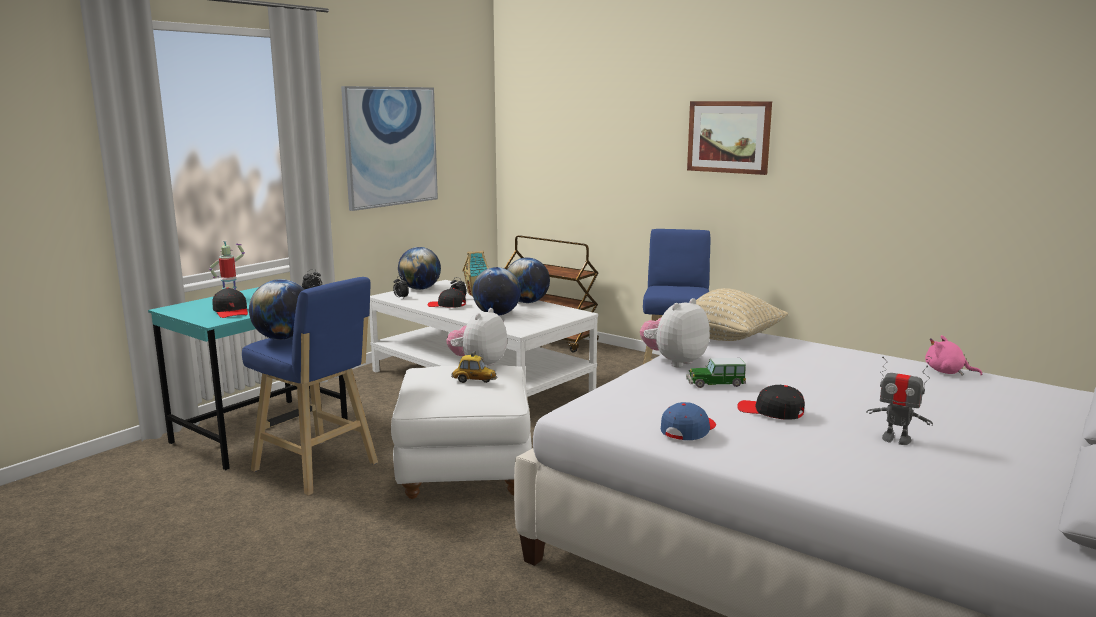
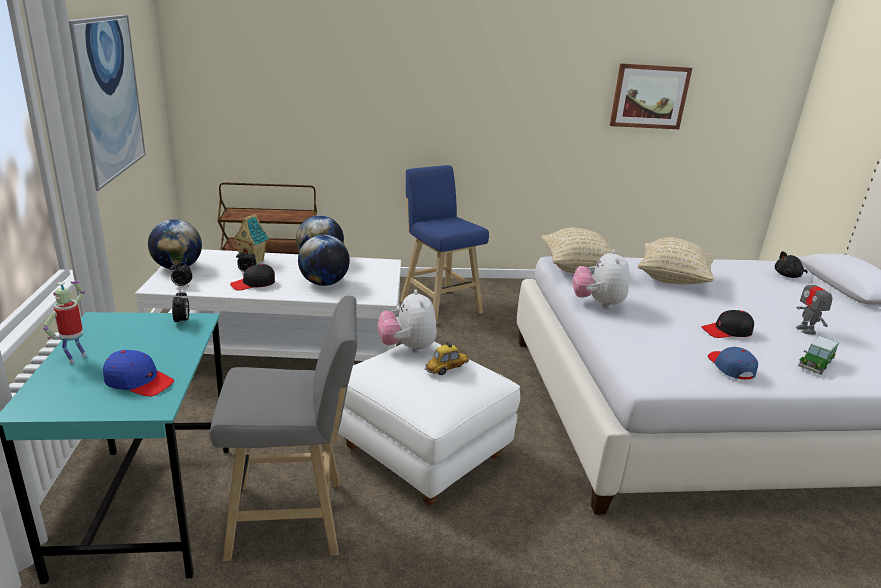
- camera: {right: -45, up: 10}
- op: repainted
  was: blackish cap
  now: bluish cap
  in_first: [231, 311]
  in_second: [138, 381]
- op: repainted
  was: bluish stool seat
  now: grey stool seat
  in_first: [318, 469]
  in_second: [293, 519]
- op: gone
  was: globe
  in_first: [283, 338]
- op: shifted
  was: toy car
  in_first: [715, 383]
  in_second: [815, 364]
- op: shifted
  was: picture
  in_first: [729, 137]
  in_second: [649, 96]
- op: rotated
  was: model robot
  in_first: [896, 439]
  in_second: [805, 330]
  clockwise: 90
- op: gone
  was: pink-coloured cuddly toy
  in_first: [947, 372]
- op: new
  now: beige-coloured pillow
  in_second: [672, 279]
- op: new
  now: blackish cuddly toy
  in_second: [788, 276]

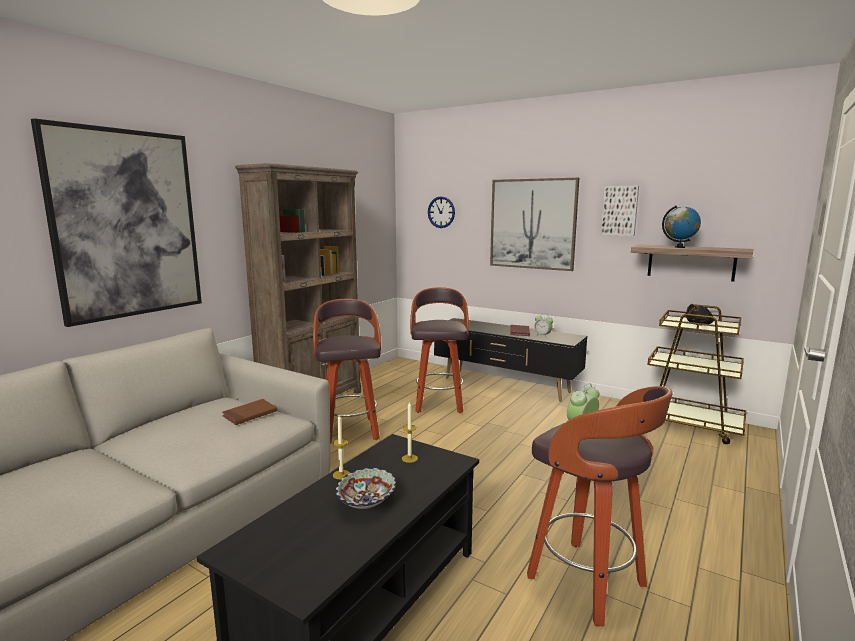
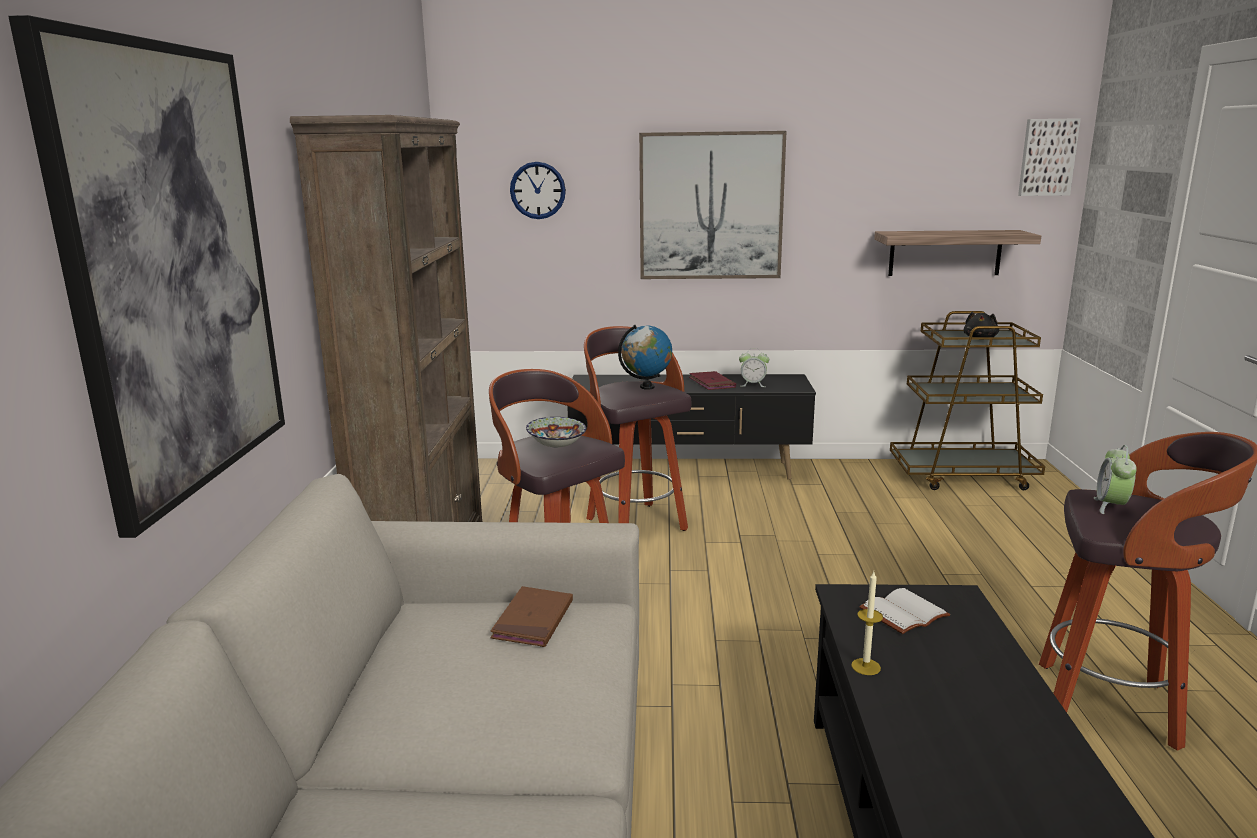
- camera: {right: -30, up: 5}
- op: shifted
  was: deep dish
  in_first: [366, 503]
  in_second: [556, 446]
- op: swapped
  was: candle
  now: white-coloured bound book
  in_first: [409, 458]
  in_second: [903, 612]
- op: shifted
  was: picture
  in_first: [620, 210]
  in_second: [1047, 157]
- op: shifted
  was: globe
  in_first: [679, 247]
  in_second: [647, 387]

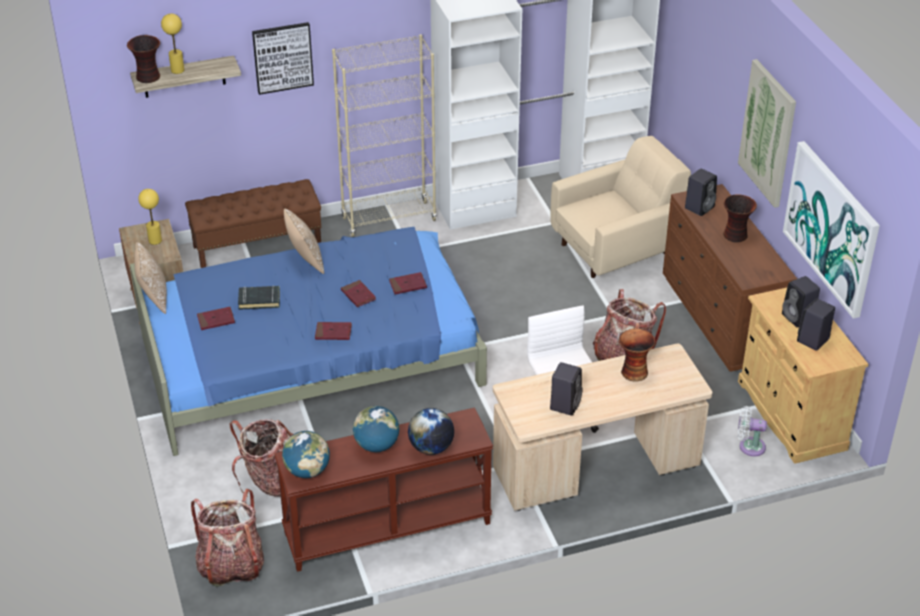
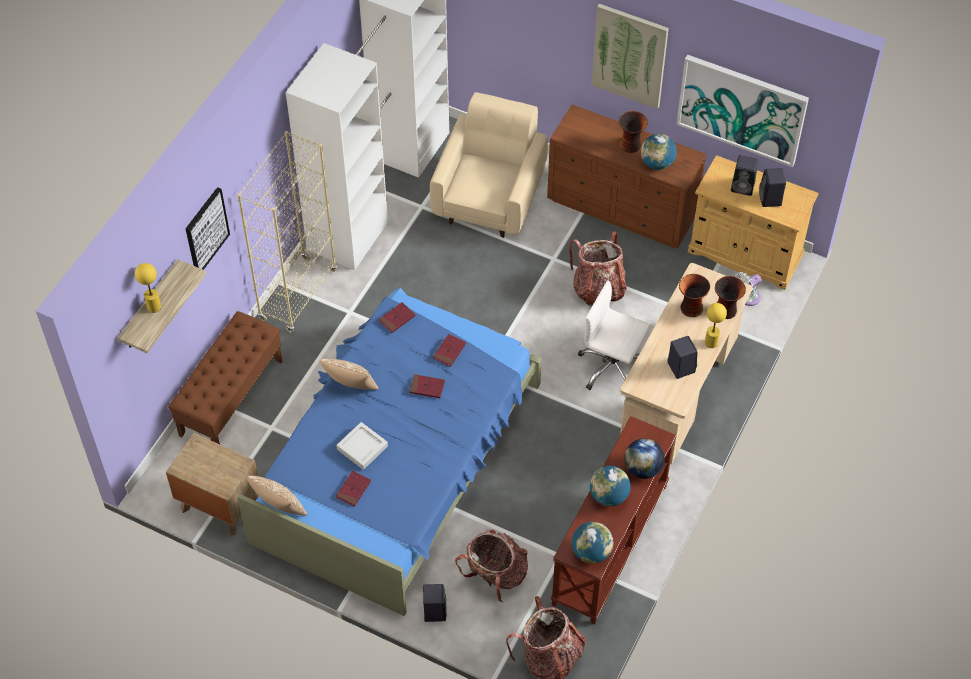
- camera: {right: -45, up: 15}
- op: shifted
  was: flower vase
  in_first: [148, 77]
  in_second: [726, 310]
- op: shifted
  was: yellow tabletop lamp
  in_first: [155, 241]
  in_second: [711, 343]
- op: swapped
  was: blackish bound book
  now: grey serving tray
  in_first: [259, 300]
  in_second: [362, 448]
- op: shifted
  was: reddish bound book
  in_first: [333, 333]
  in_second: [397, 318]
- op: shifted
  was: blackish speaker
  in_first: [699, 207]
  in_second: [434, 610]
- op: new
  now: globe
  in_second: [657, 163]

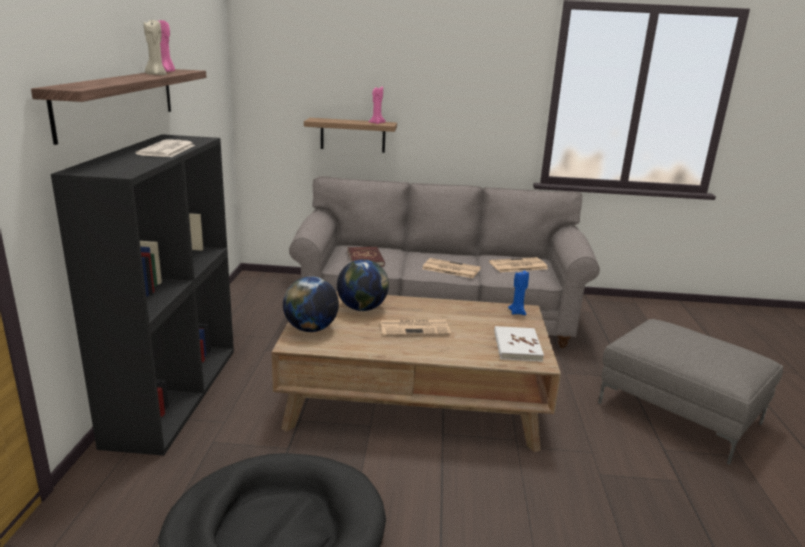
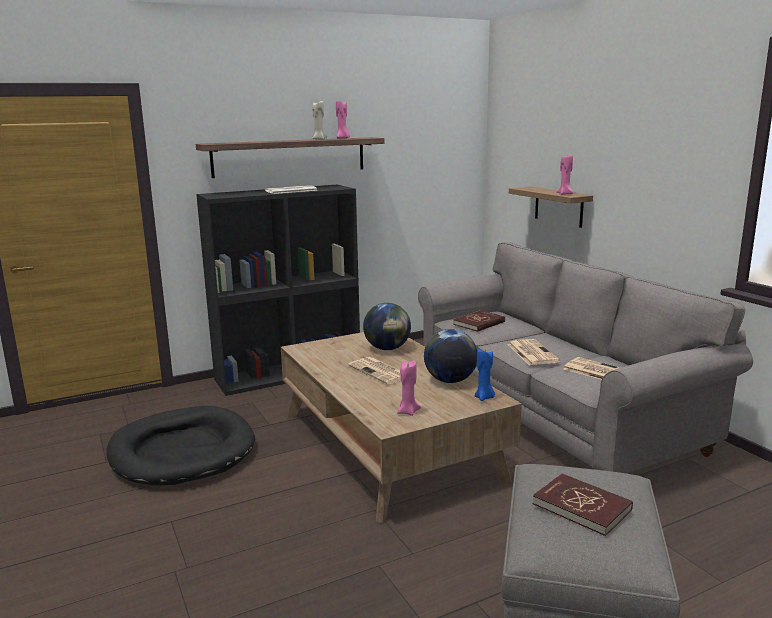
- camera: {right: 60, up: -5}
- op: shifted
  was: globe
  in_first: [311, 329]
  in_second: [450, 381]
- op: swapped
  was: white-coloured bound book
  now: pink-coloured candle
  in_first: [517, 346]
  in_second: [408, 412]
- op: new
  now: reddish bound book
  in_second: [582, 507]

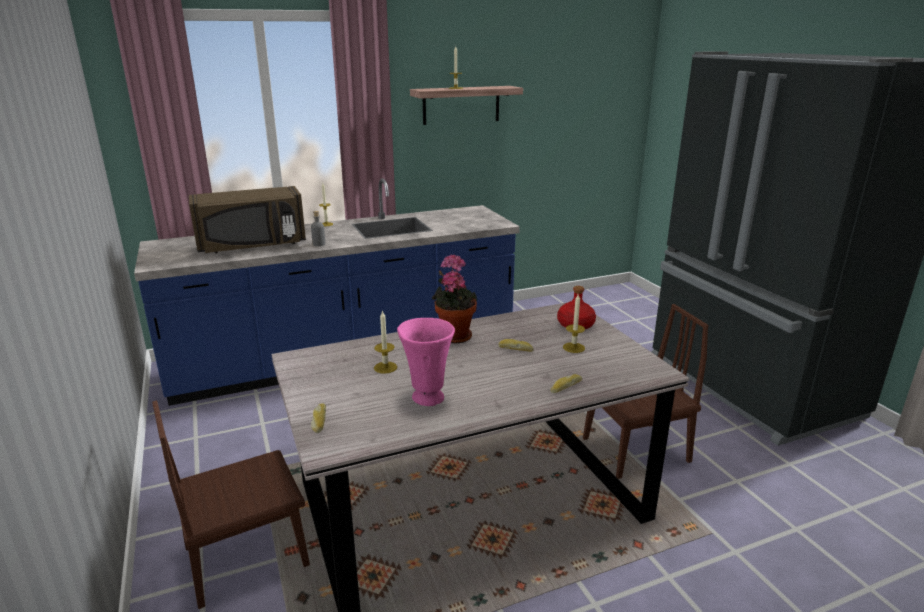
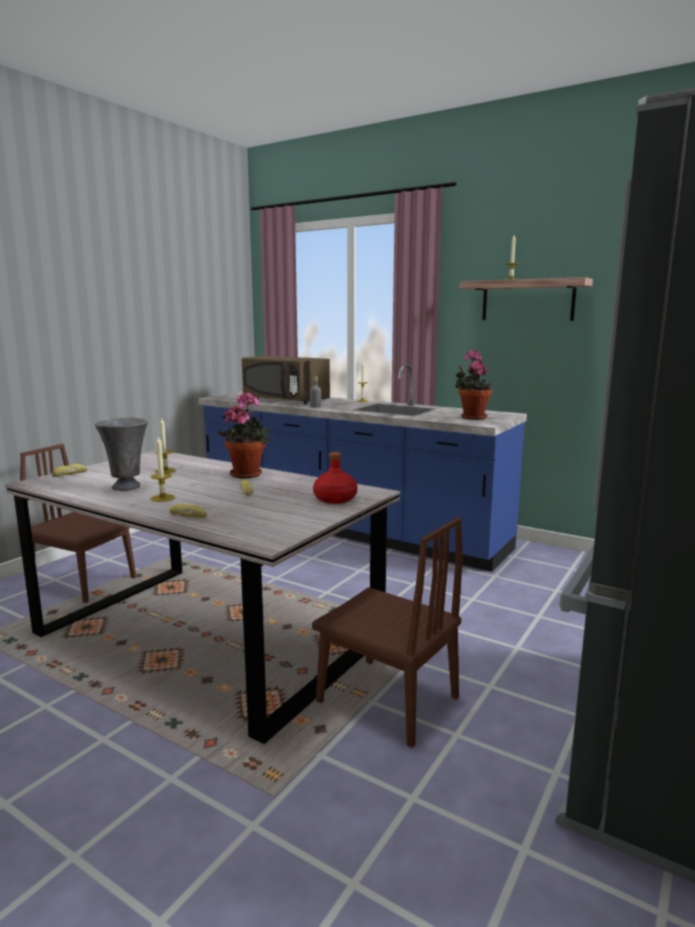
- camera: {right: 55, up: -10}
- op: repainted
  was: pink-coloured flower vase
  now: grey flower vase
  in_first: [427, 397]
  in_second: [127, 487]
- op: shifted
  was: candle
  in_first: [573, 347]
  in_second: [162, 498]
- op: new
  now: plant in a pot
  in_second: [471, 417]

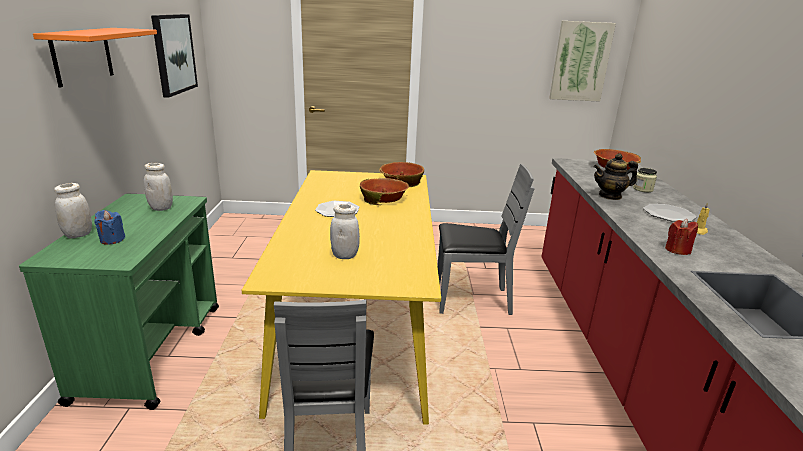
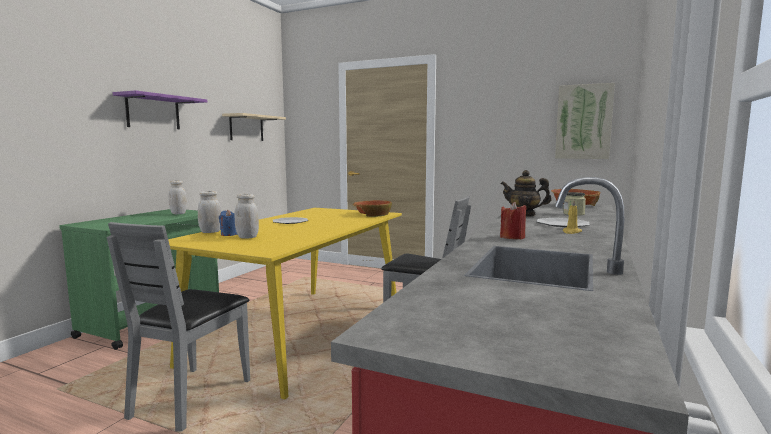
- camera: {right: 25, up: -15}
- op: repainted
  was: orangey shelf
  now: purplish shelf
  in_first: [82, 55]
  in_second: [153, 112]
- op: shifted
  was: white-coloured storage jar
  in_first: [78, 234]
  in_second: [210, 232]
- op: shifted
  was: bluish candle
  in_first: [112, 239]
  in_second: [229, 234]
- op: swapped
  was: picture
  now: beige-coloured shelf
  in_first: [173, 54]
  in_second: [246, 128]
- op: gone
  was: deep dish
  in_first: [384, 199]

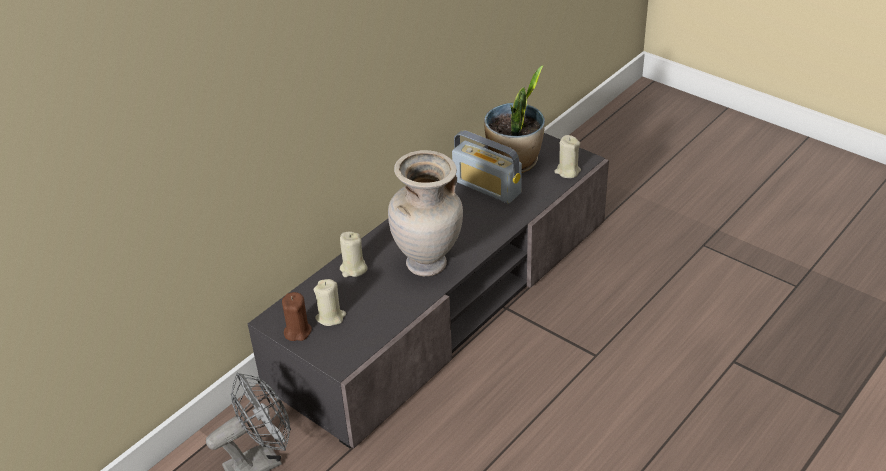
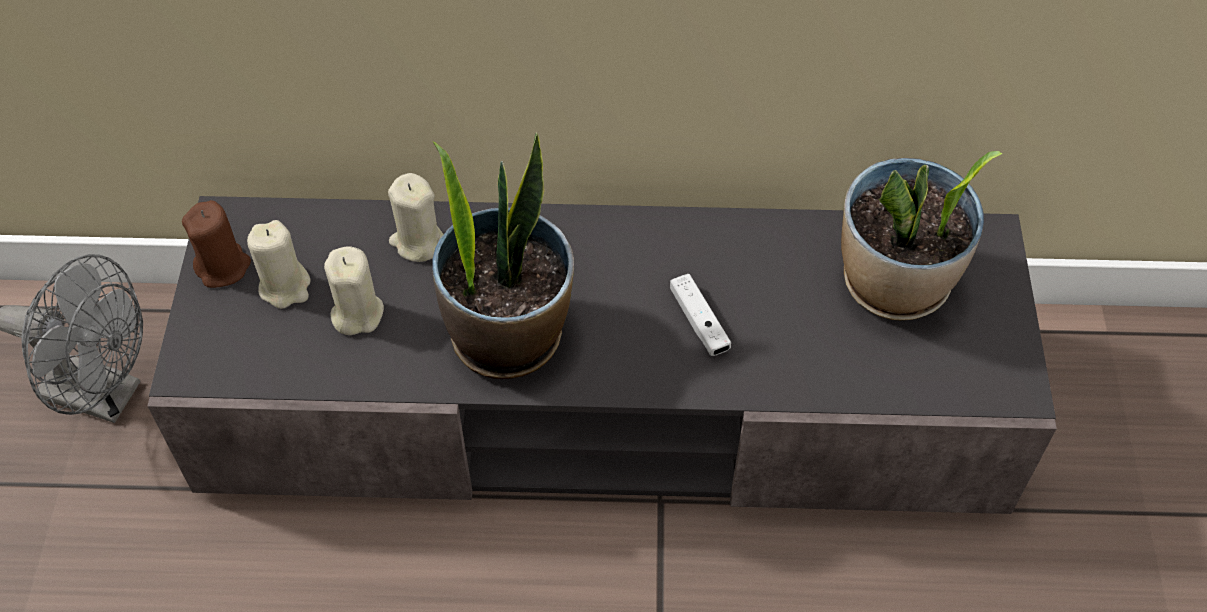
- camera: {right: 50, up: 15}
- op: swapped
  was: beige-coloured flower vase
  now: plant in a pot
  in_first: [428, 265]
  in_second: [508, 334]
- op: gone
  was: radio
  in_first: [487, 187]
- op: shifted
  was: beige-coloured candle
  in_first: [567, 171]
  in_second: [357, 313]
- op: new
  now: white-coloured joypad
  in_second: [699, 322]

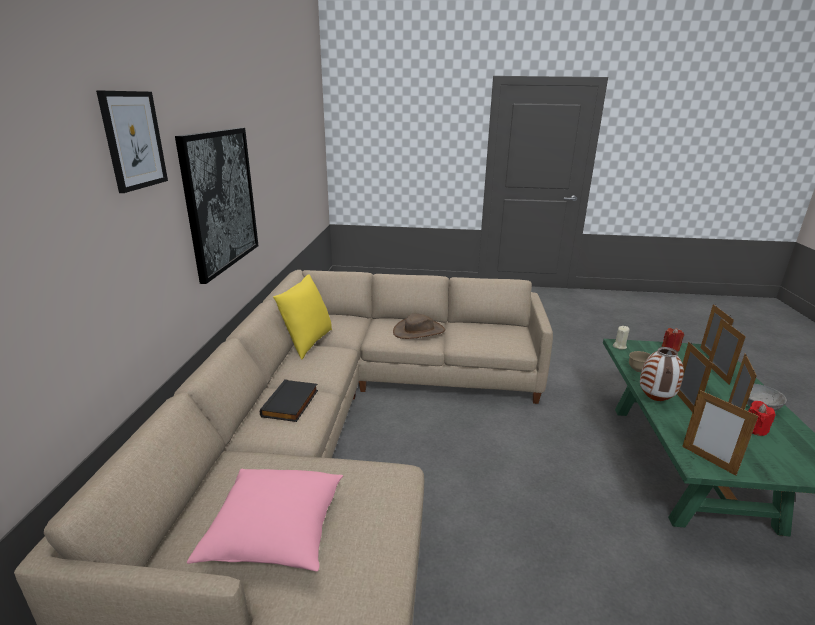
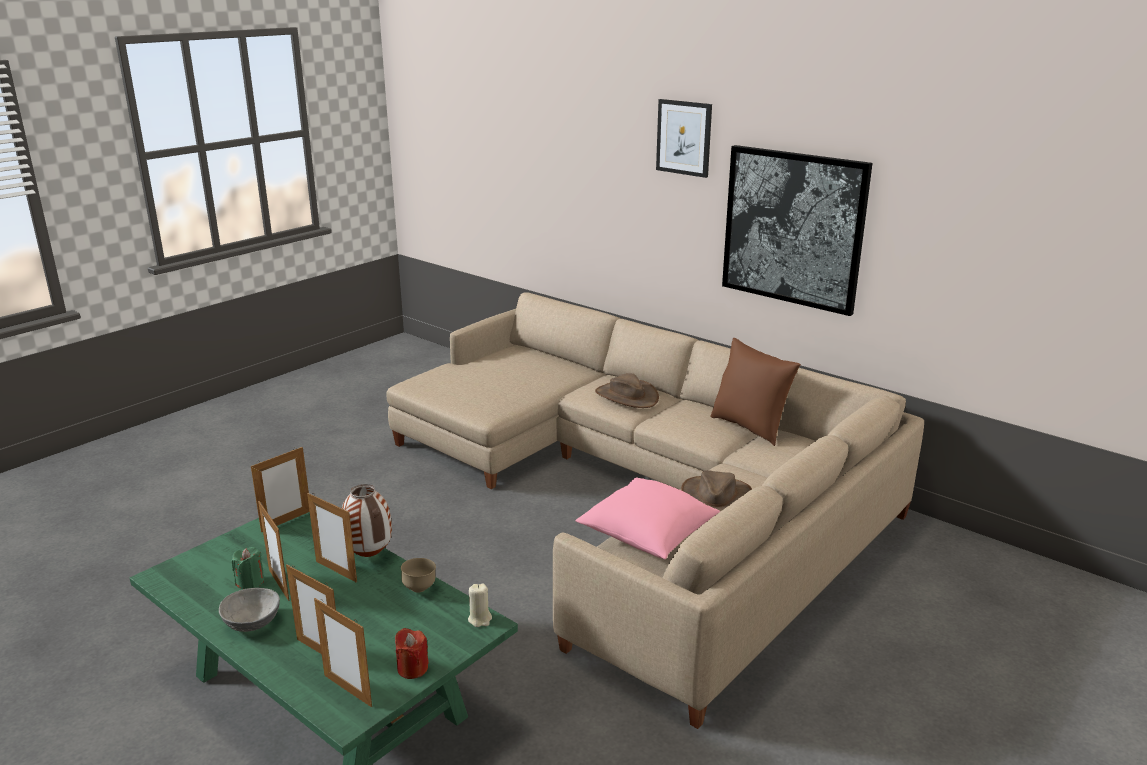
- camera: {right: 125, up: 0}
- op: shifted
  was: pink-coloured pillow
  in_first: [276, 533]
  in_second: [647, 536]
- op: swapped
  was: blackish bound book
  now: brown clothing hat
  in_first: [291, 404]
  in_second: [626, 396]
- op: repainted
  was: yellow pillow
  now: brown pillow
  in_first: [307, 343]
  in_second: [750, 427]
- op: rotated
  was: picture frame
  in_first: [708, 460]
  in_second: [286, 521]
  clockwise: 135
- op: repainted
  was: reddish candle
  now: greenish candle
  in_first: [755, 429]
  in_second: [250, 582]

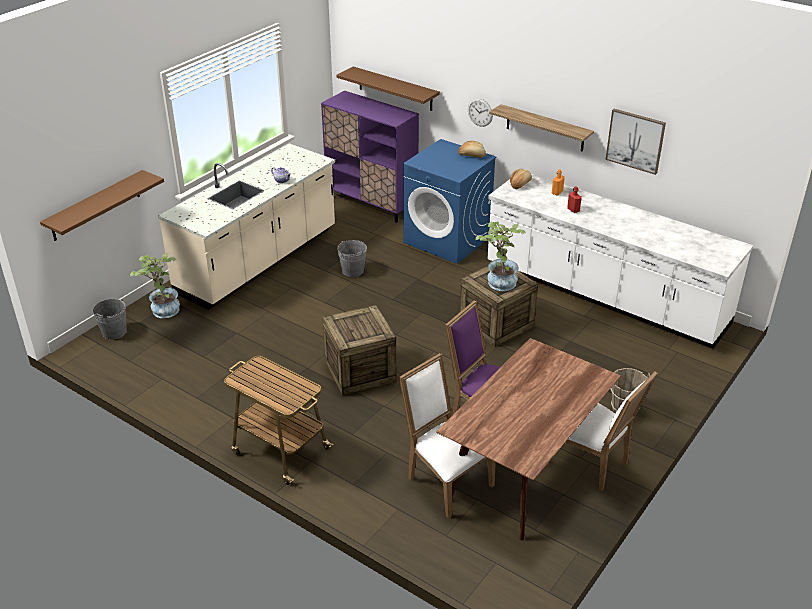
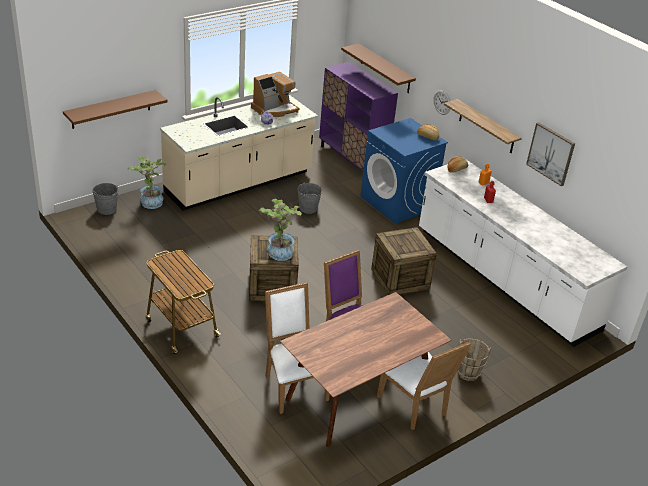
- camera: {right: 15, up: 0}
- op: shifted
  was: plant in a pot
  in_first: [498, 281]
  in_second: [279, 251]
- op: new
  now: coffee brewer
  in_second: [274, 109]

